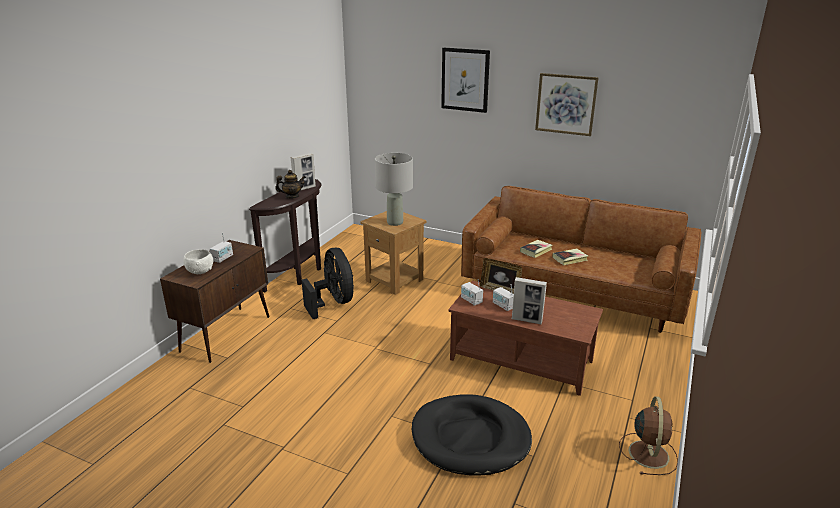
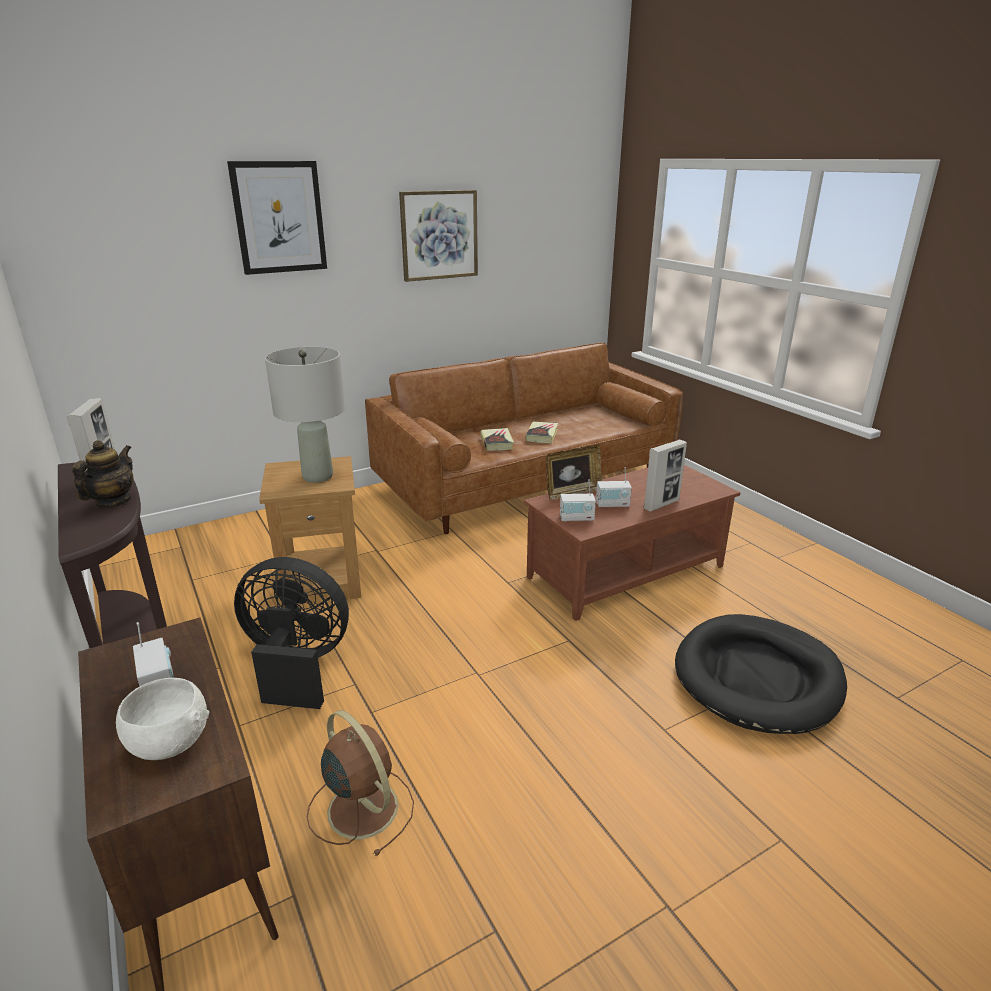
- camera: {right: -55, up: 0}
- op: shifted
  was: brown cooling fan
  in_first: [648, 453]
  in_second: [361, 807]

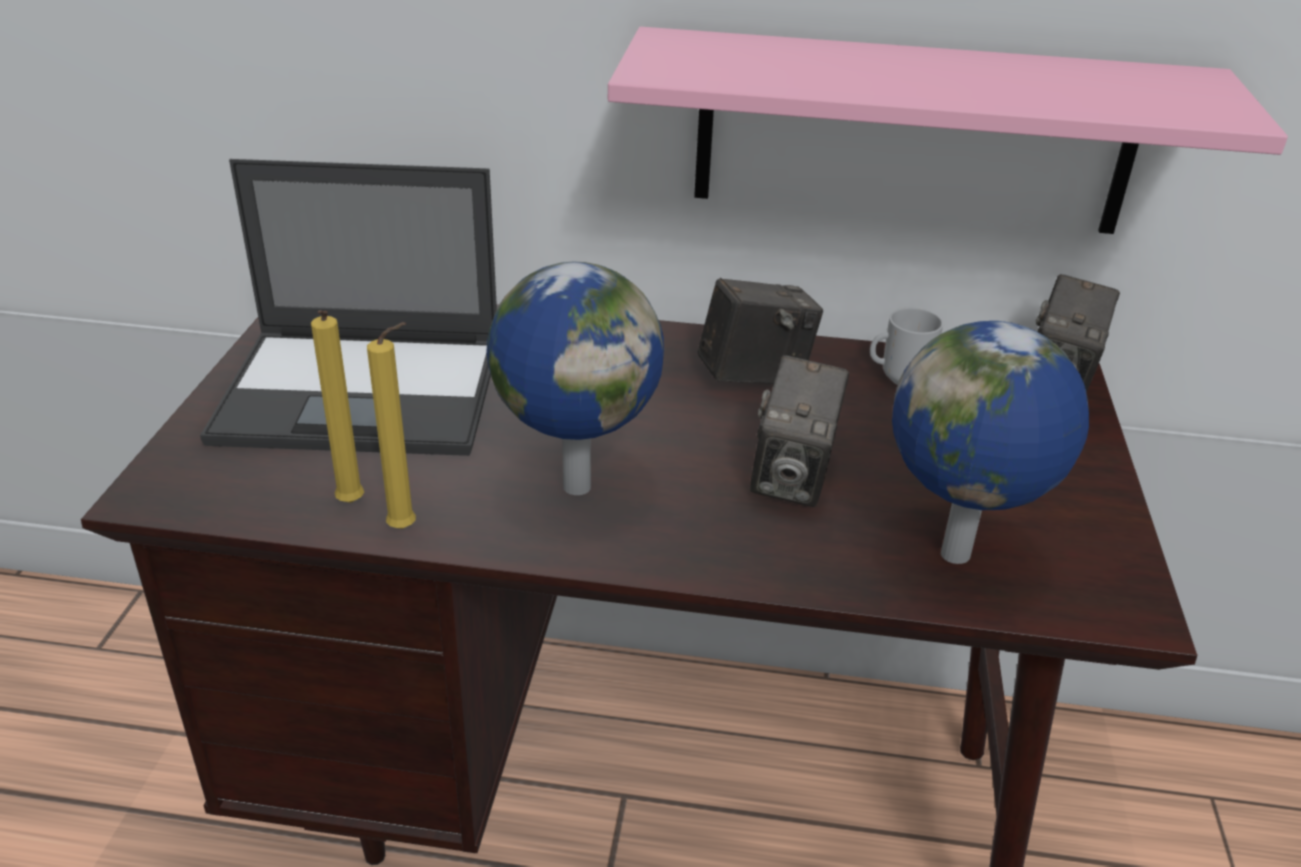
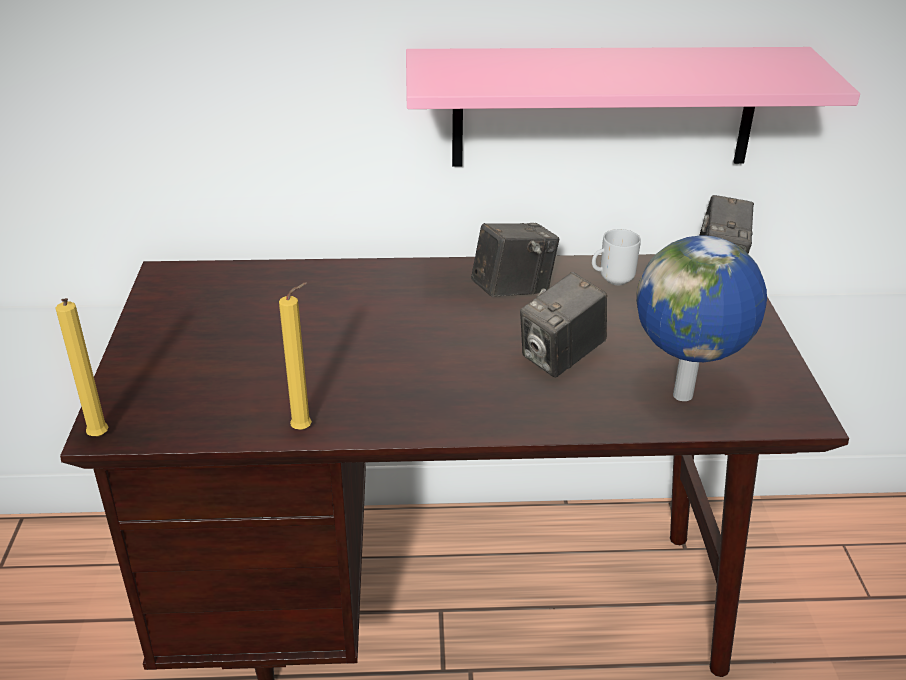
- camera: {right: -10, up: 0}
- op: gone
  was: portable computer
  in_first: [365, 392]
- op: shifted
  was: yellow candle
  in_first: [350, 505]
  in_second: [99, 438]
- op: gone
  was: globe
  in_first: [575, 485]
- op: rotated
  was: photo camera
  in_first: [793, 478]
  in_second: [561, 358]
  clockwise: 45

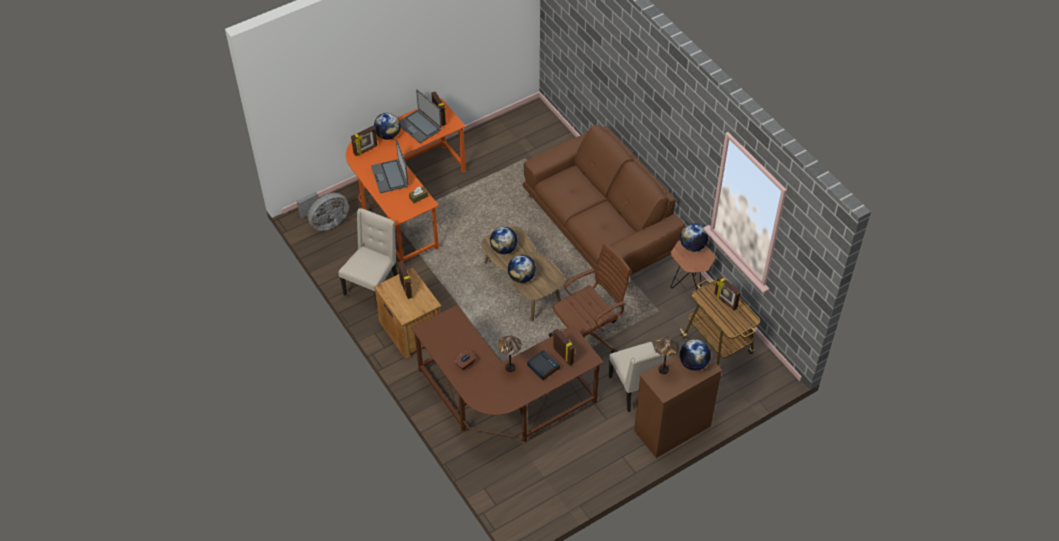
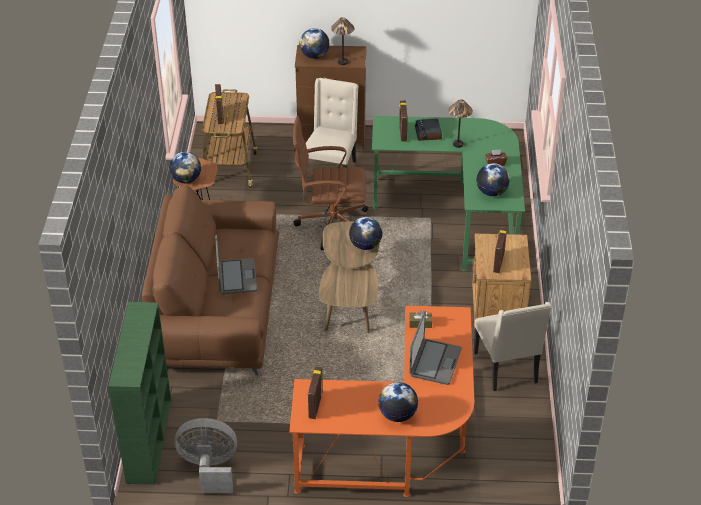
- camera: {right: -145, up: -10}
- op: shifted
  was: grey cooling fan
  in_first: [326, 223]
  in_second: [209, 468]
- op: rotated
  was: beige-coloured chair
  in_first: [372, 285]
  in_second: [507, 369]
  clockwise: -75
- op: gone
  was: picture frame
  in_first: [365, 150]
- op: shifted
  was: portable computer
  in_first: [419, 126]
  in_second: [236, 277]
- op: repainted
  was: brown desk table
  now: greenish desk table
  in_first: [502, 403]
  in_second: [457, 213]
- op: shifted
  was: globe
  in_first: [503, 249]
  in_second: [492, 192]
- op: new
  now: greenish bookcase
  in_second: [149, 439]

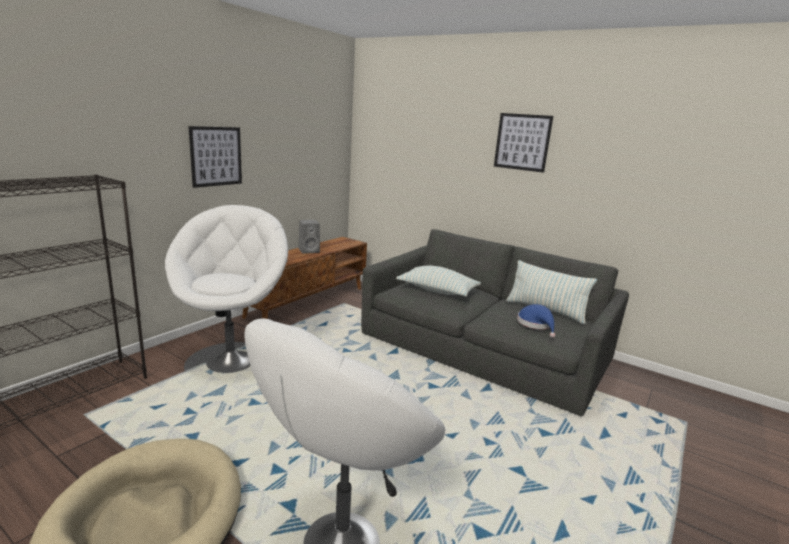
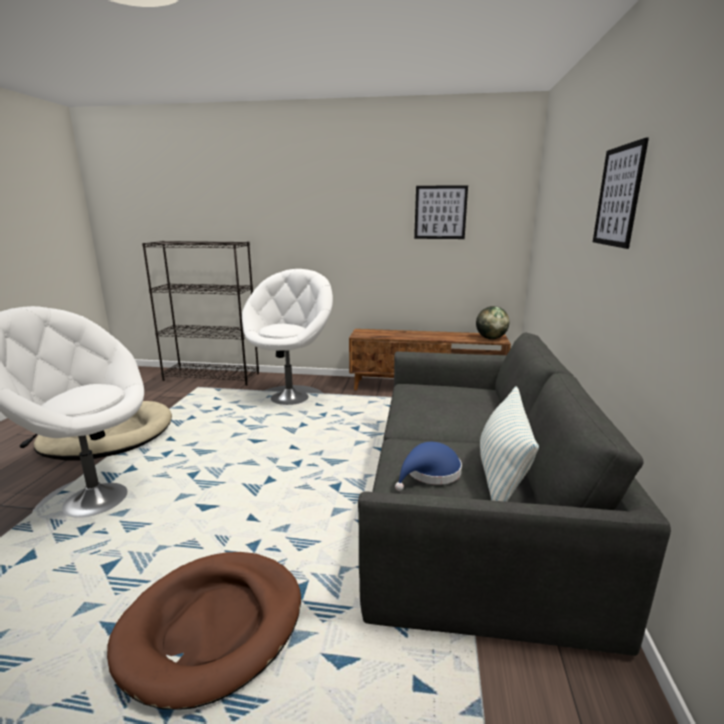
- camera: {right: 65, up: 0}
- op: rotated
  was: white-coloured armchair
  in_first: [232, 361]
  in_second: [290, 397]
  clockwise: -45
- op: shifted
  was: picture
  in_first: [216, 156]
  in_second: [440, 212]
- op: gone
  was: grey speaker
  in_first: [309, 251]
- op: gone
  was: pillow
  in_first: [437, 291]
- op: new
  now: brown dog bed
  in_second: [213, 626]
- op: new
  now: globe
  in_second: [490, 338]

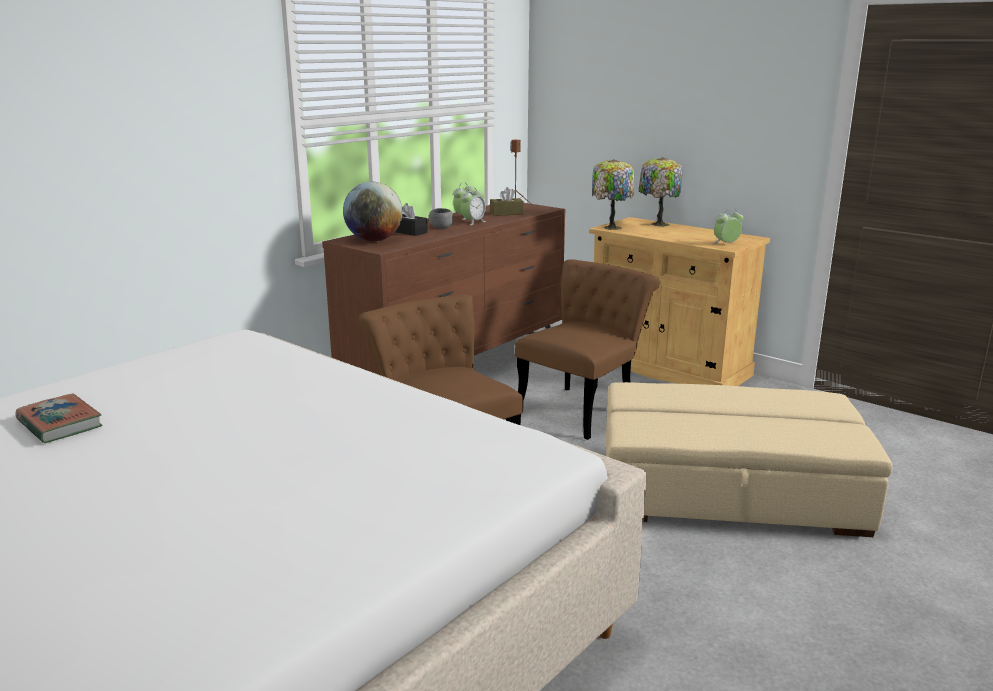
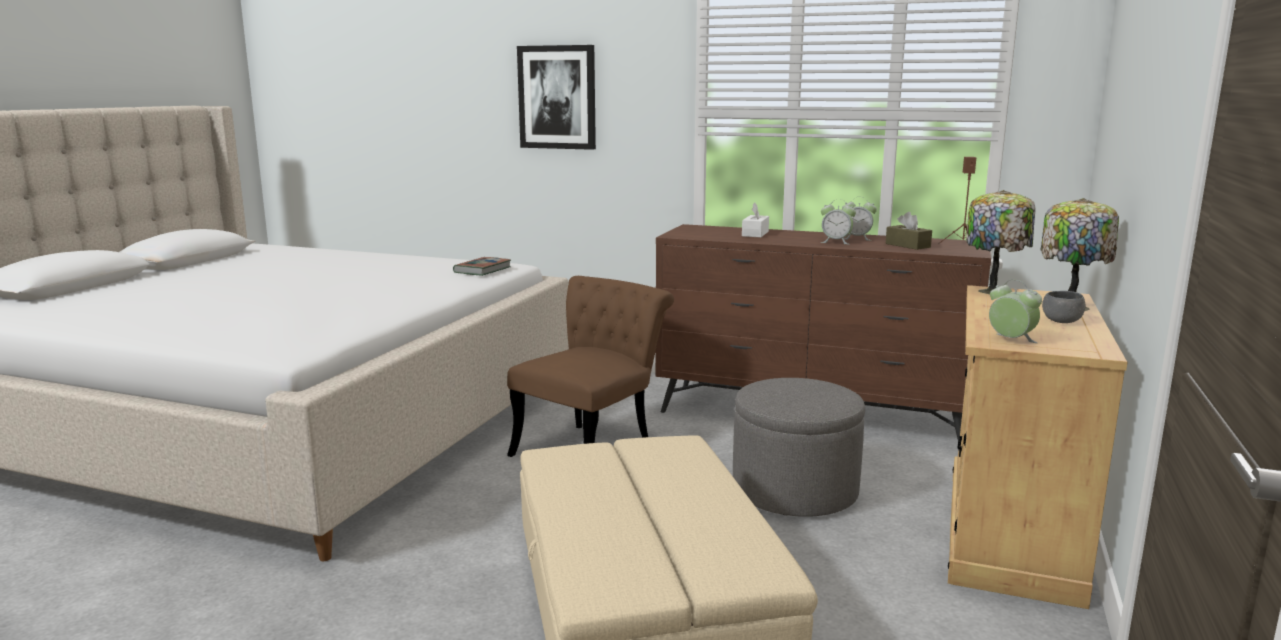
- camera: {right: 70, up: -5}
- op: shifted
  was: bound book
  in_first: [59, 424]
  in_second: [482, 270]
- op: gone
  was: globe
  in_first: [374, 240]
- op: repainted
  was: blackish tissue holder
  now: white-coloured tissue holder
  in_first: [409, 232]
  in_second: [755, 234]
- op: shifted
  was: grey deep dish
  in_first: [441, 228]
  in_second: [1061, 321]
- op: swapped
  was: brown chair
  now: grey footrest
  in_first: [582, 408]
  in_second: [794, 491]
- op: new
  now: picture
  in_second: [557, 97]

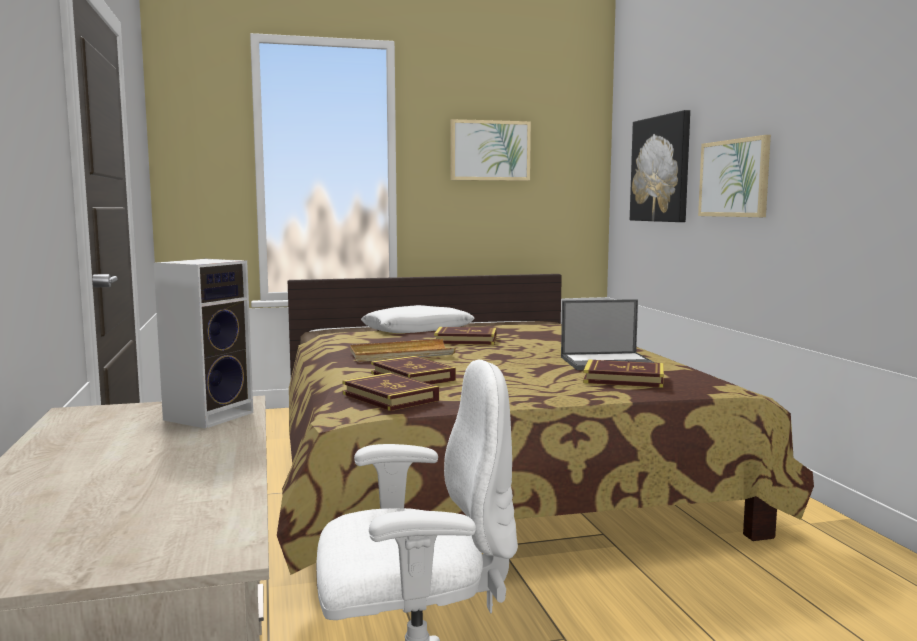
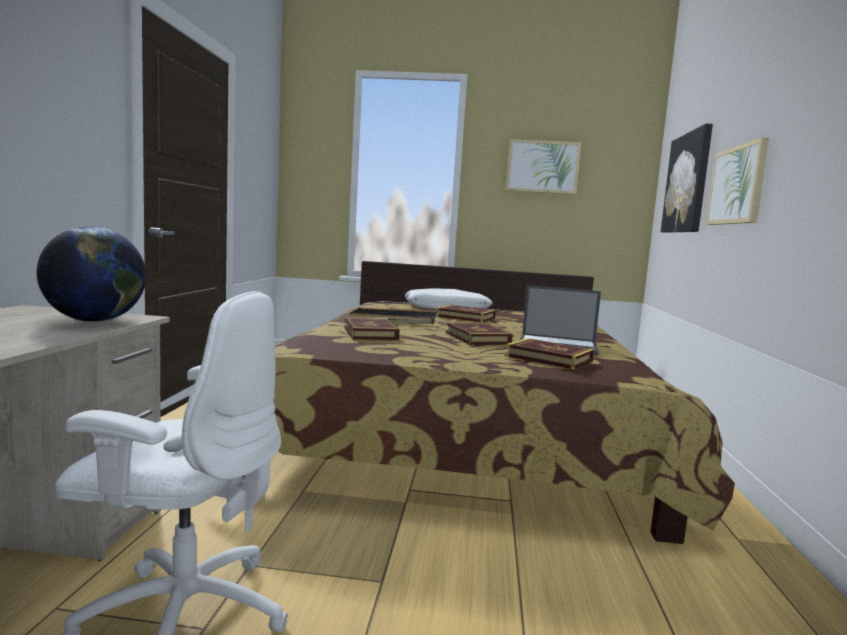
- camera: {right: 20, up: 0}
- op: swapped
  was: speaker
  now: globe
  in_first: [210, 415]
  in_second: [94, 321]
- op: shifted
  was: bound book
  in_first: [390, 397]
  in_second: [477, 338]
- op: repainted
  was: beige-coloured serving tray
  now: blackish serving tray
  in_first: [401, 355]
  in_second: [393, 319]

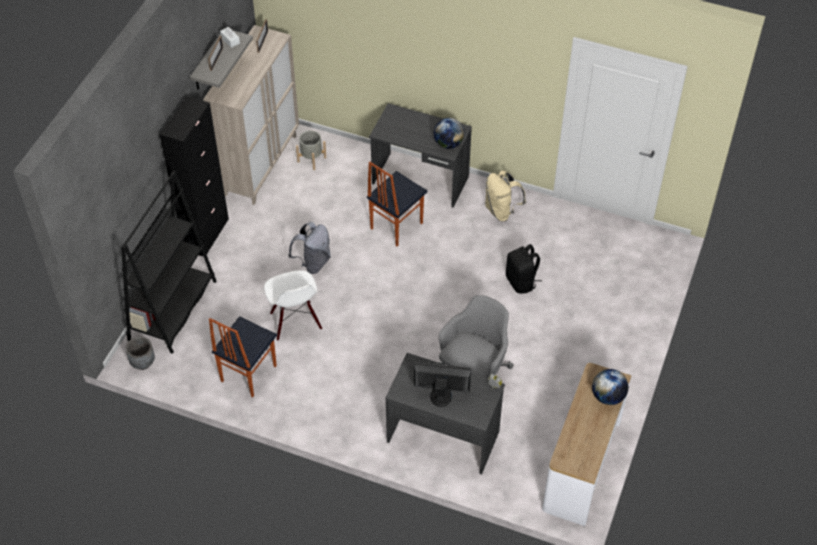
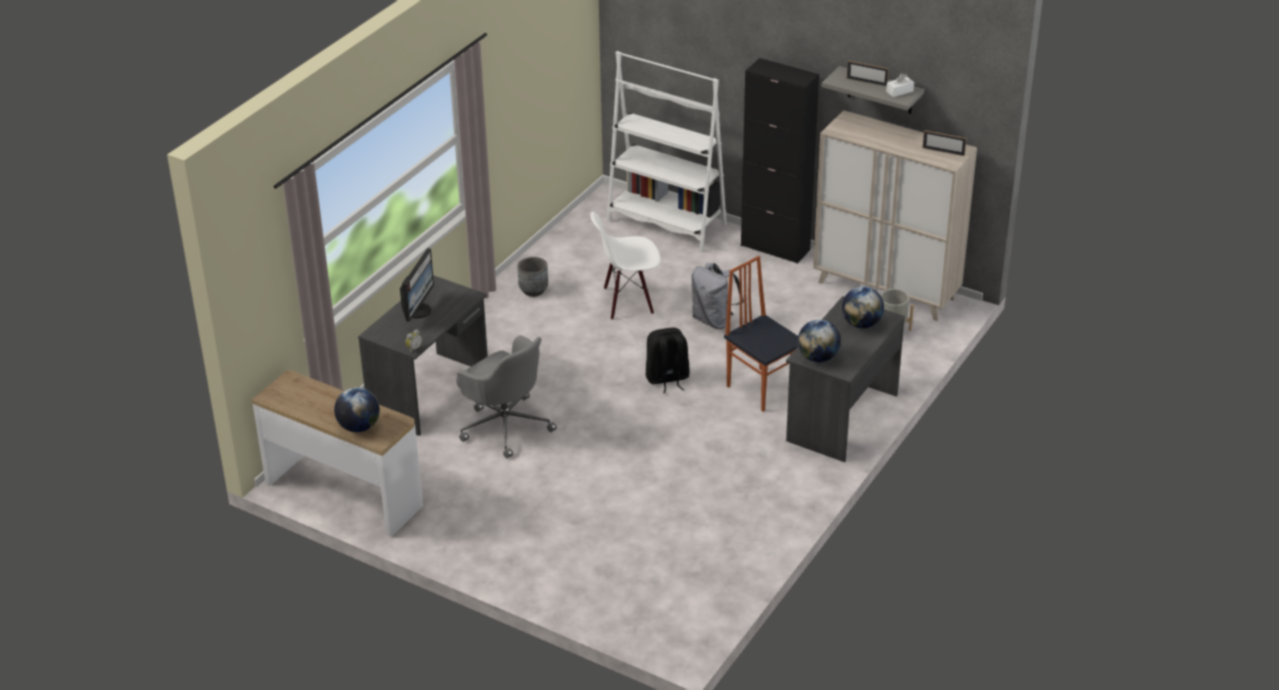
- camera: {right: 100, up: -15}
- op: repainted
  was: blackish bookcase
  now: white-coloured bookcase
  in_first: [173, 310]
  in_second: [666, 223]
- op: shifted
  was: grey plant pot
  in_first: [142, 362]
  in_second: [533, 290]
- op: gone
  was: chair
  in_first: [247, 373]
- op: gone
  was: beige-coloured backpack
  in_first: [501, 211]
- op: shifted
  was: blackish backpack
  in_first: [521, 282]
  in_second: [667, 379]
- op: new
  now: globe
  in_second: [861, 324]

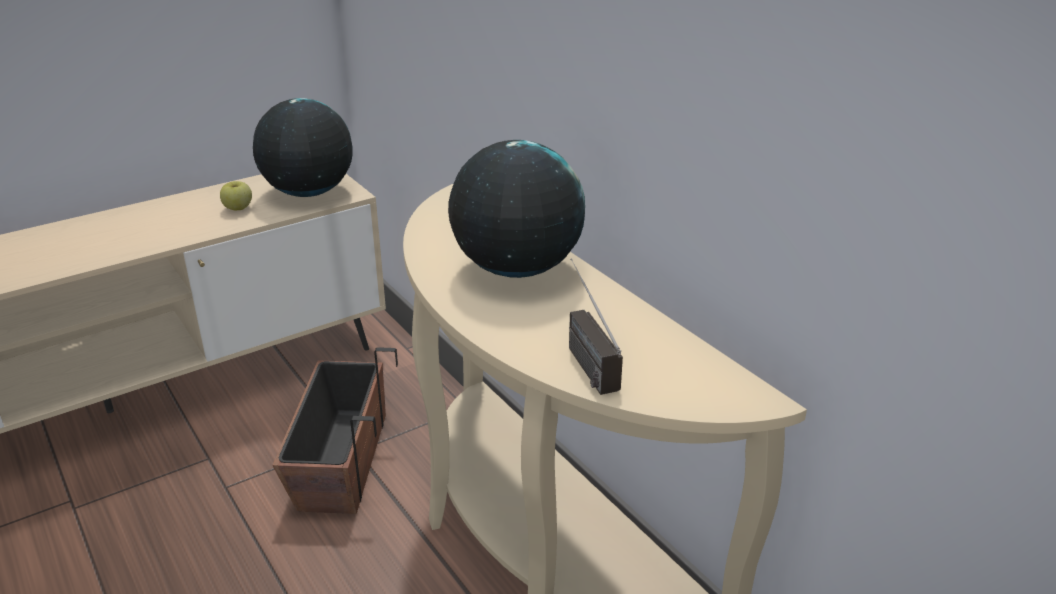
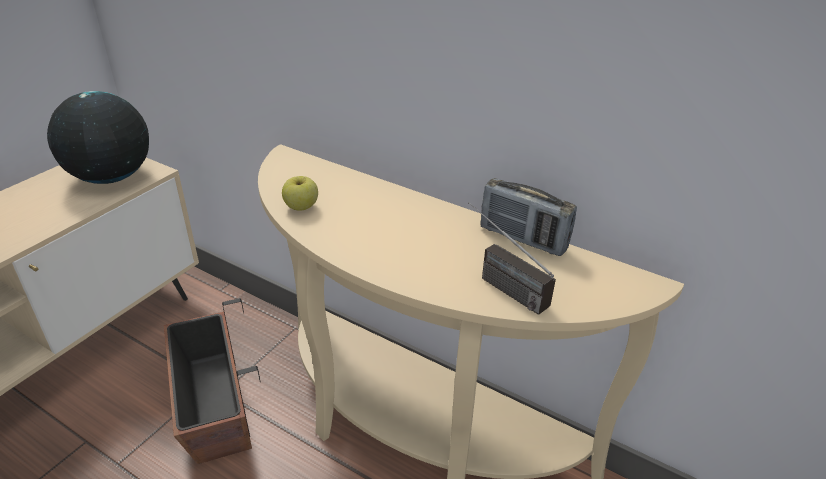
- camera: {right: -25, up: 5}
- op: shifted
  was: whole apple
  in_first: [238, 208]
  in_second: [301, 207]
- op: gone
  was: globe
  in_first: [516, 269]
- op: new
  now: radio
  in_second: [523, 239]

